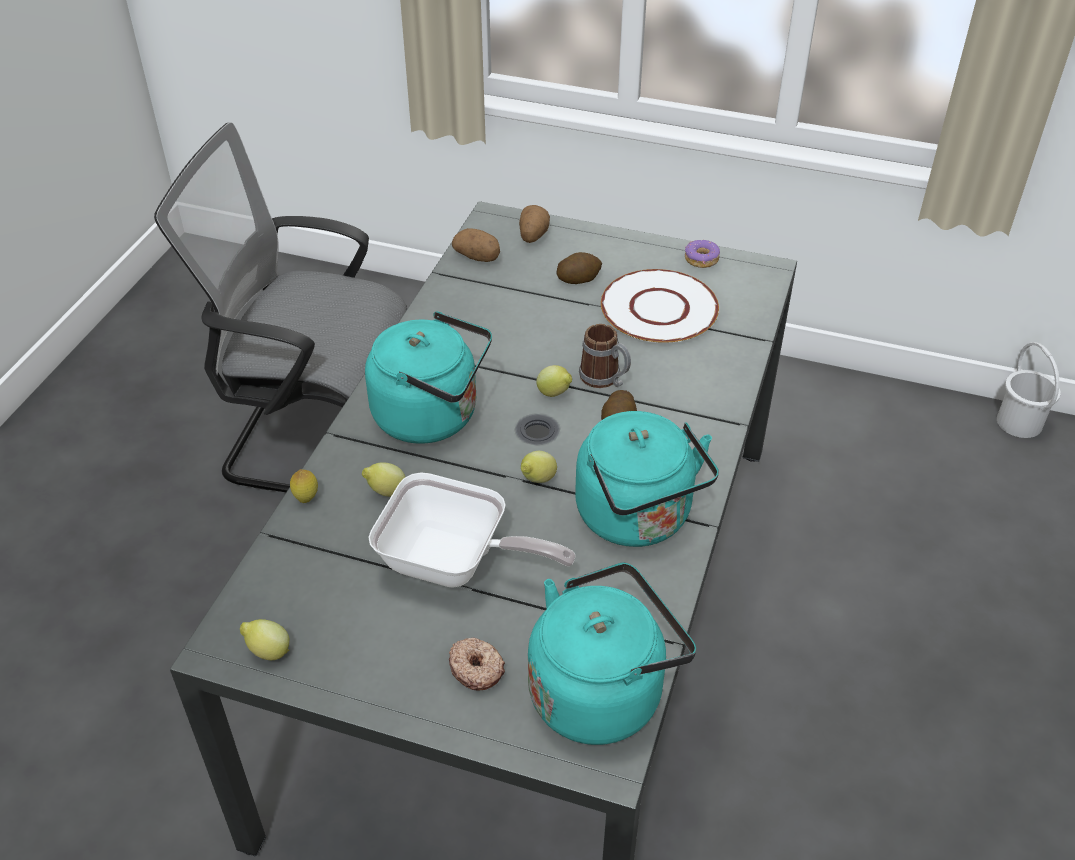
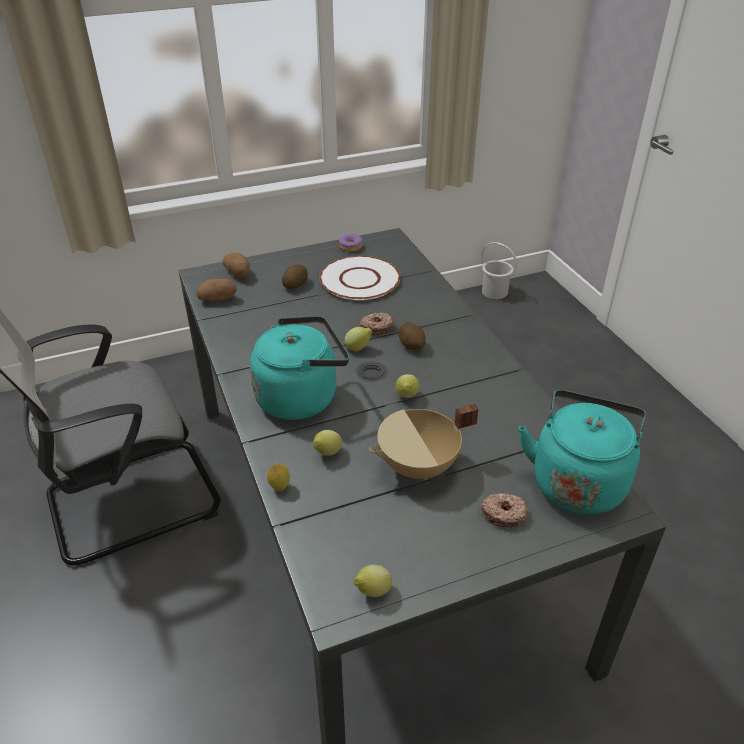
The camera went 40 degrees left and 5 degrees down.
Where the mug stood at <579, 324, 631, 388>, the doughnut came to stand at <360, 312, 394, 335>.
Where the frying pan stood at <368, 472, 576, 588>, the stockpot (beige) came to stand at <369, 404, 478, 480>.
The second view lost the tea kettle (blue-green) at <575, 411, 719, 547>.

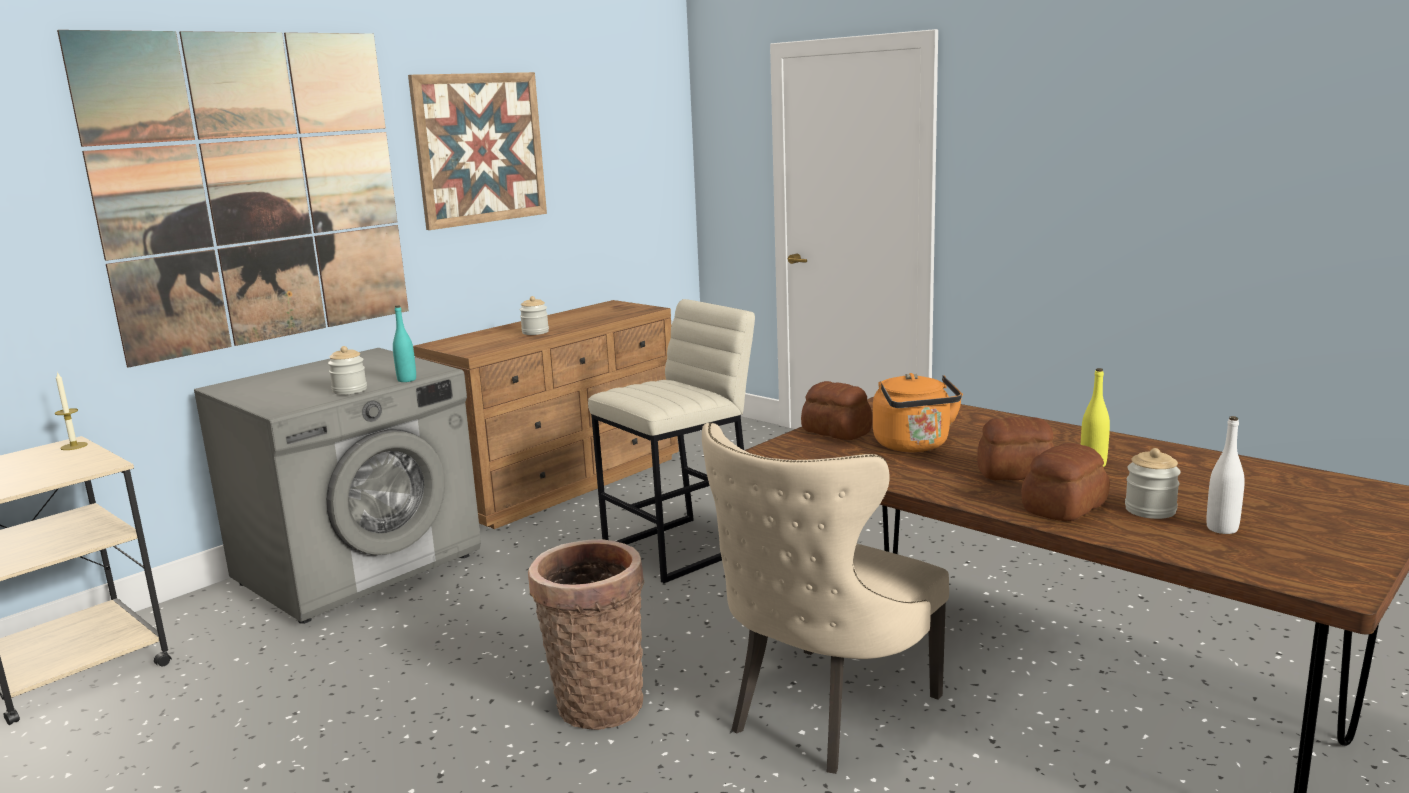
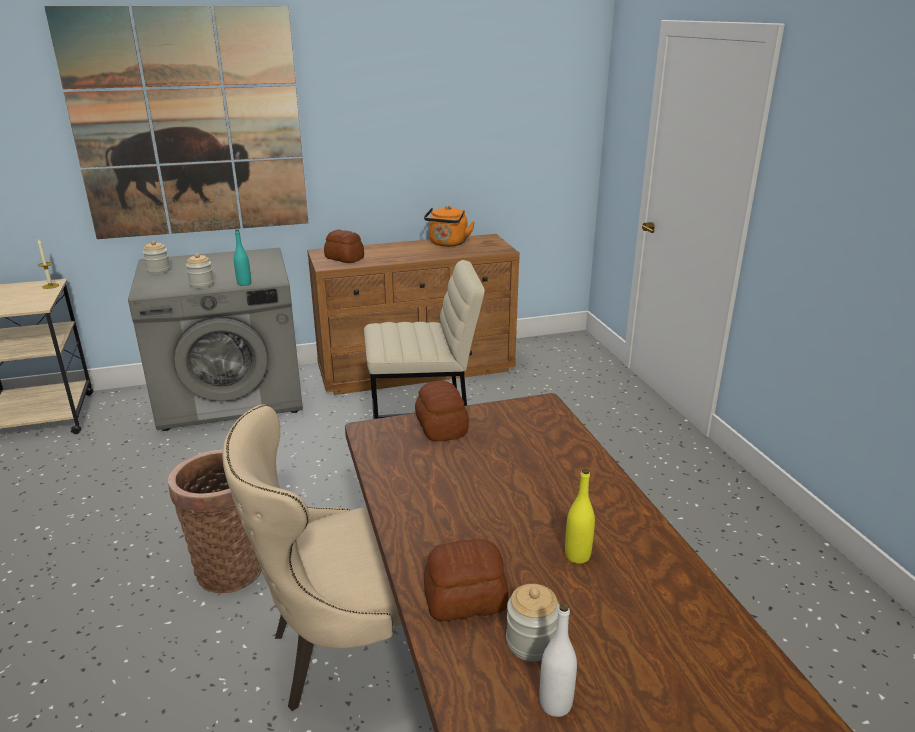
The camera went 30 degrees right and 10 degrees up.
The jar ended up elsewhere, having gone from <520, 296, 549, 335> to <143, 241, 170, 274>.
The baked bread ended up elsewhere, having gone from <977, 417, 1054, 480> to <324, 230, 364, 263>.
The tea kettle (orange) ended up elsewhere, having gone from <873, 373, 963, 452> to <424, 206, 475, 247>.
The second view lost the picture at <408, 72, 547, 230>.

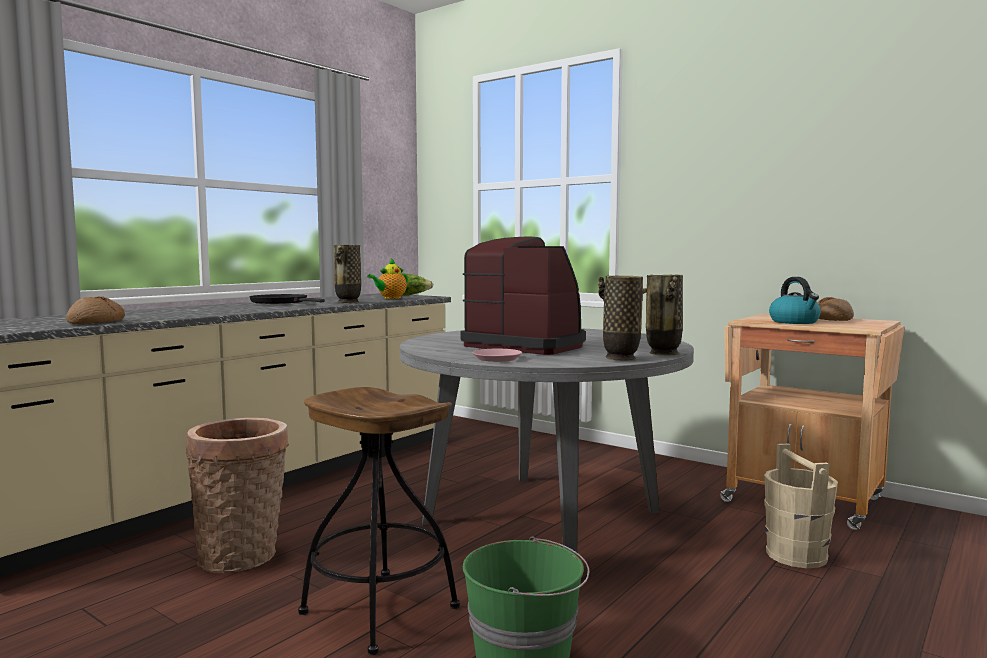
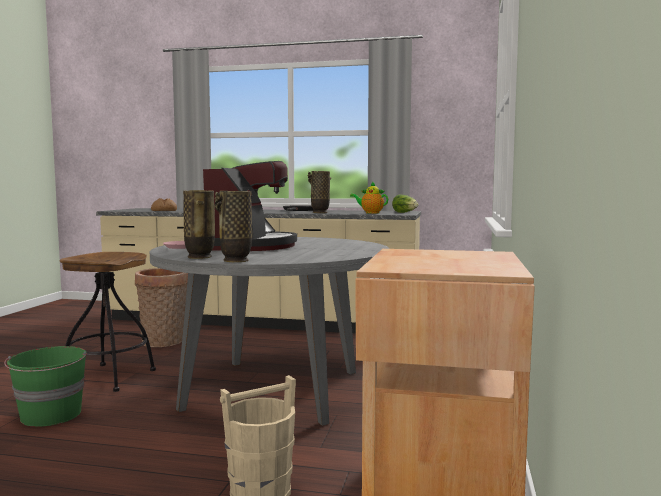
The camera went 65 degrees right and 0 degrees up.
The second view lost the tea kettle at <769, 277, 821, 324>.
The second view lost the baked bread at <817, 297, 854, 321>.

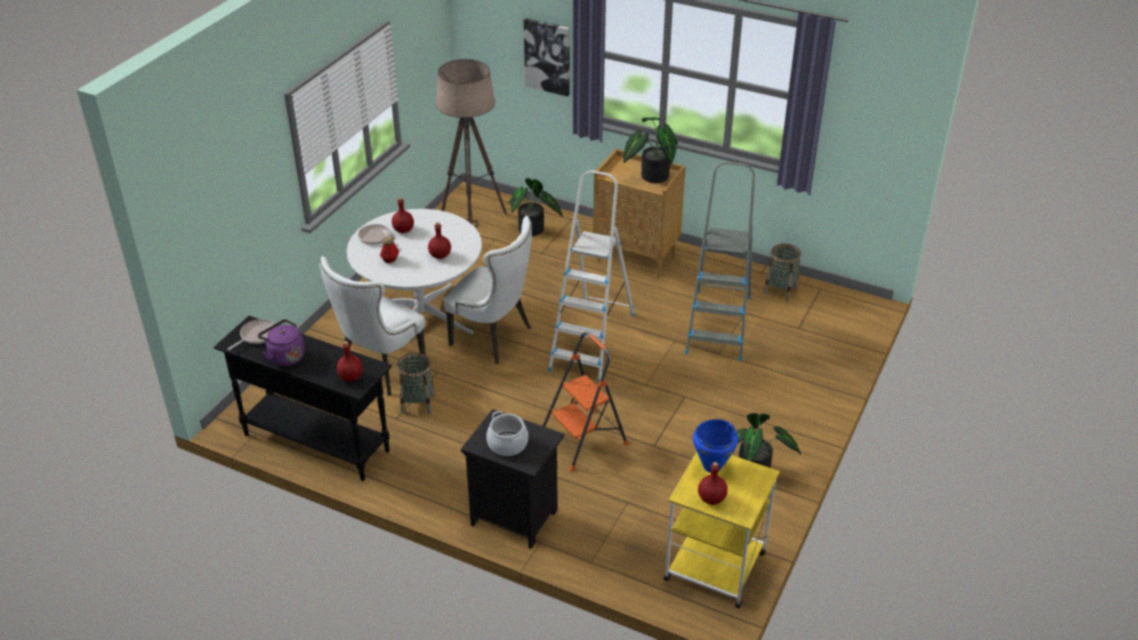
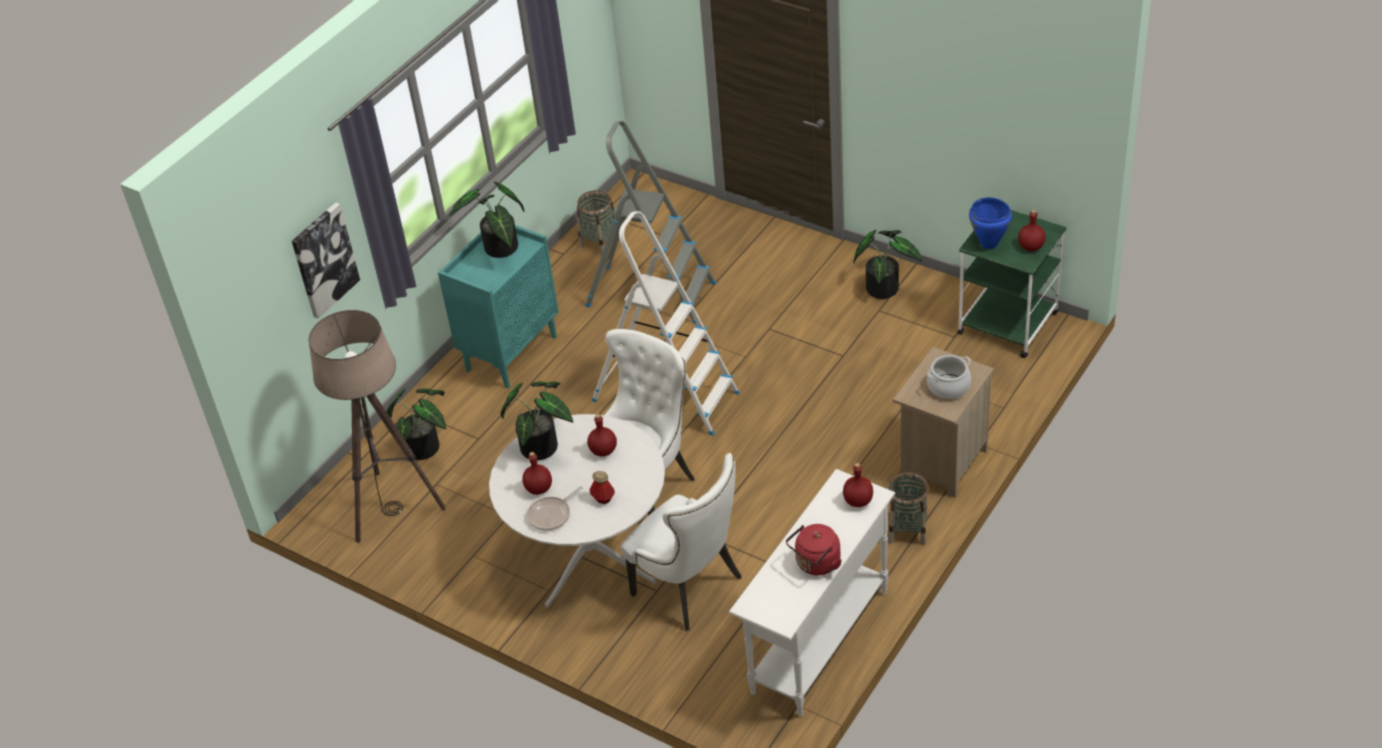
The camera went 80 degrees left and 5 degrees up.
What was the cupboard (brown) at <593, 148, 686, 279> turned into the cupboard (blue-green) at <438, 225, 559, 388>.
The second view gained the plant in a pot at <500, 381, 573, 460>.
What was the narrow table (black) at <214, 316, 392, 481> turned into the narrow table (white-coloured) at <729, 469, 895, 717>.
What was the tea kettle (purple-coloured) at <258, 319, 305, 366> turned into the tea kettle (red) at <786, 524, 842, 575>.
The household basket ended up elsewhere, having gone from <397, 353, 435, 414> to <888, 472, 929, 545>.
What was the bedside table (black) at <461, 409, 564, 549> turned into the bedside table (beige) at <893, 347, 994, 498>.
What was the wheeled cart (yellow-coloured) at <664, 452, 780, 608> turned into the wheeled cart (greenish) at <957, 210, 1067, 358>.
The second view lost the frying pan at <227, 319, 275, 350>.
The second view lost the step ladder (orange) at <543, 332, 630, 472>.

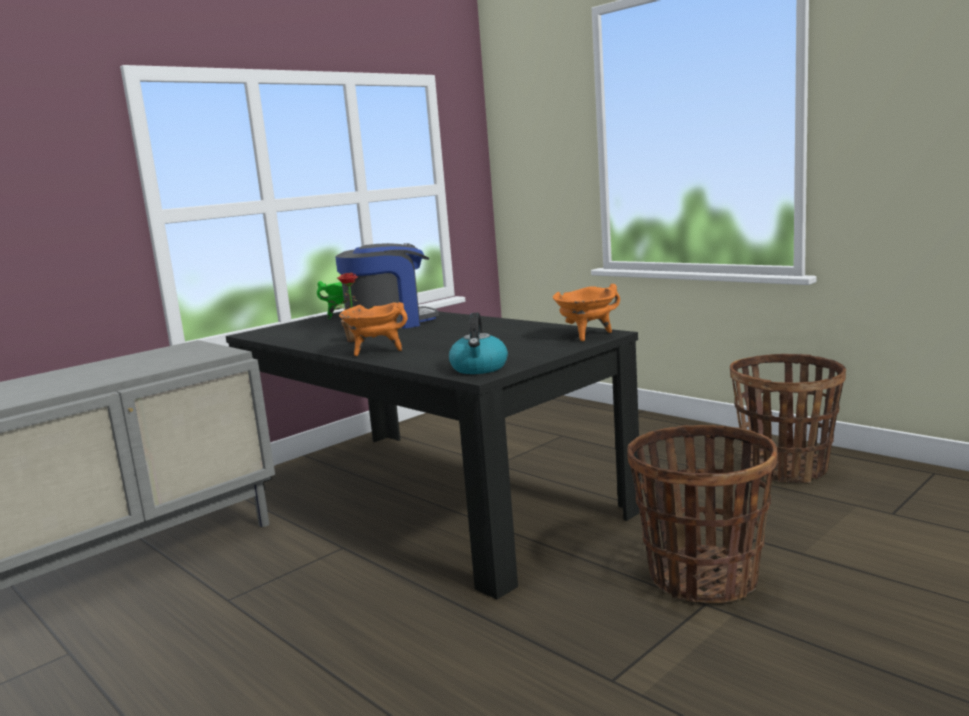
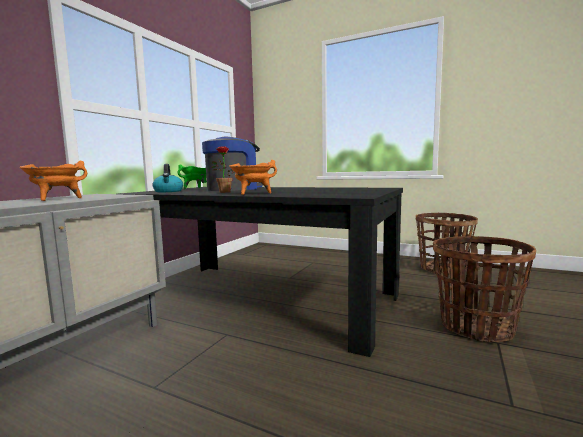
The camera went 20 degrees left and 5 degrees down.
The stockpot (orange) ended up elsewhere, having gone from <553, 284, 620, 341> to <20, 161, 87, 201>.
The tea kettle ended up elsewhere, having gone from <449, 313, 508, 374> to <152, 164, 183, 192>.

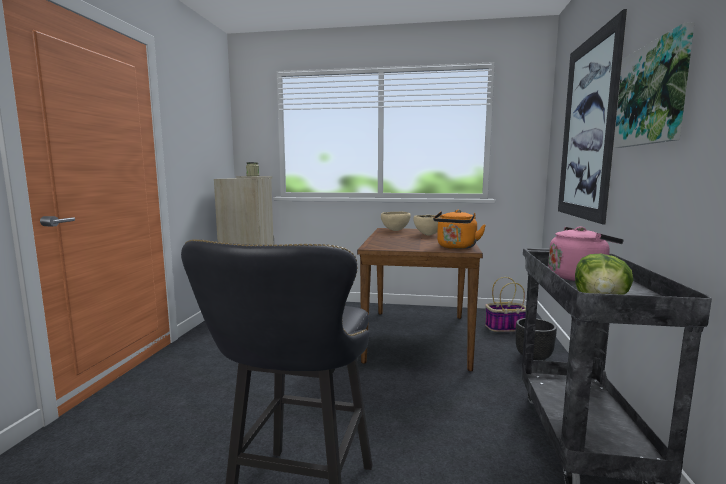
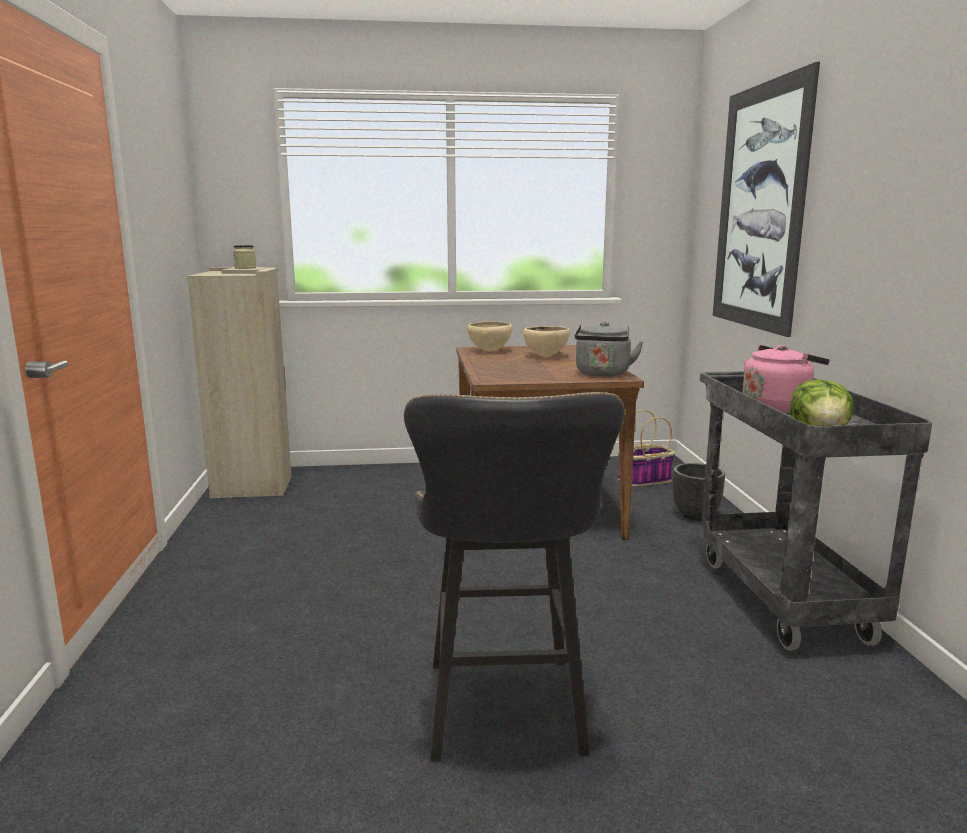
The camera went 15 degrees left and 5 degrees up.
What was the tea kettle (orange) at <433, 210, 486, 249> turned into the tea kettle (greyish) at <575, 321, 643, 377>.
The second view lost the picture at <614, 22, 695, 148>.

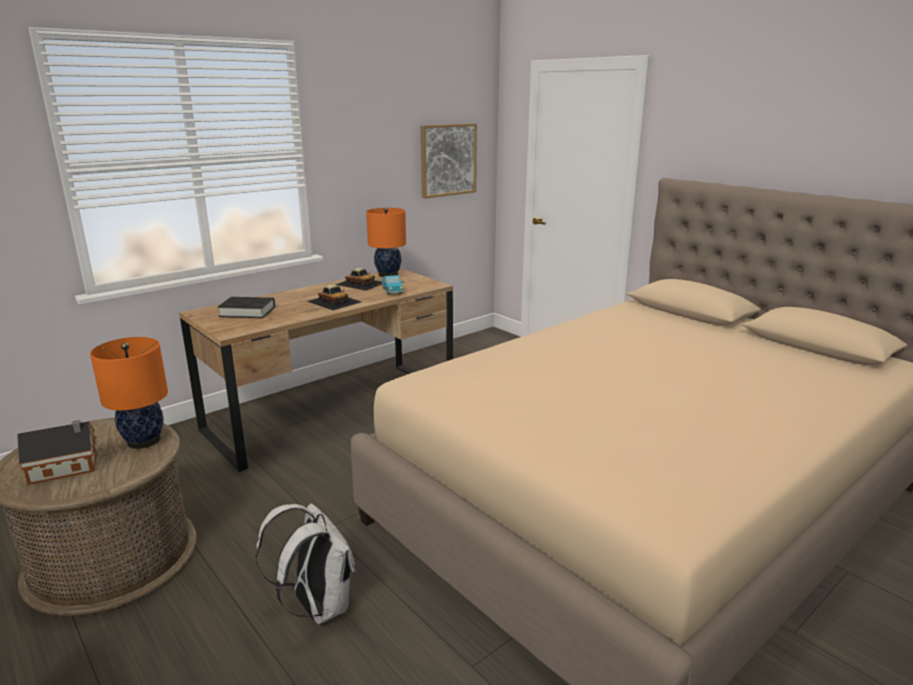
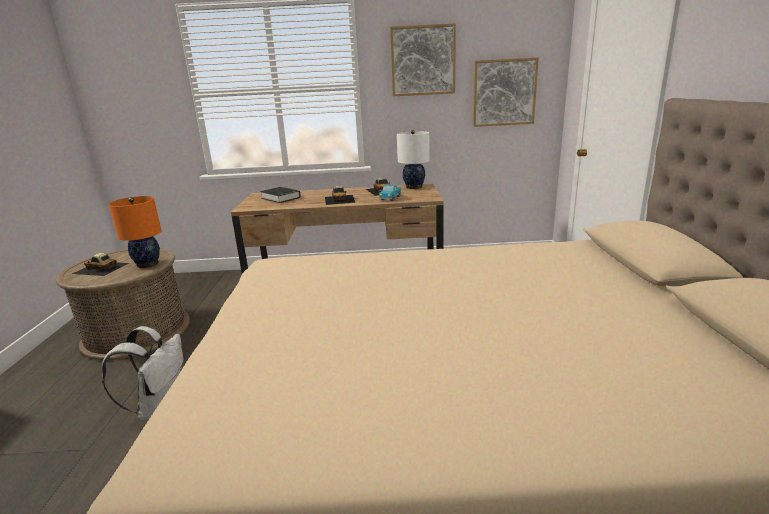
The camera went 40 degrees right and 0 degrees up.
Where the model house stood at <17, 420, 96, 485>, the model car came to stand at <72, 253, 129, 276>.
The second view gained the picture at <390, 23, 456, 96>.
What was the table lamp (orange) at <366, 208, 406, 277> turned into the table lamp (white-coloured) at <397, 130, 430, 189>.

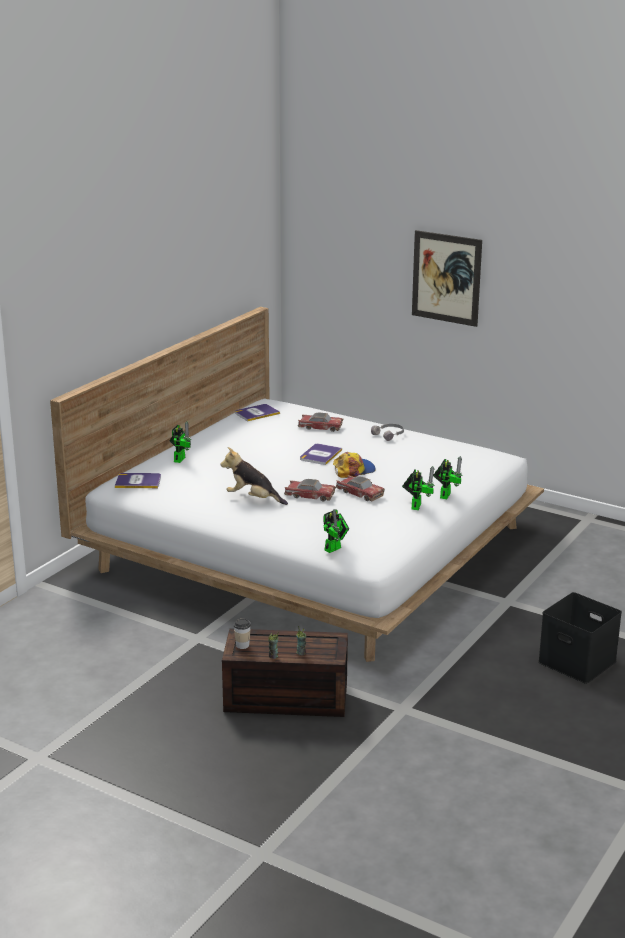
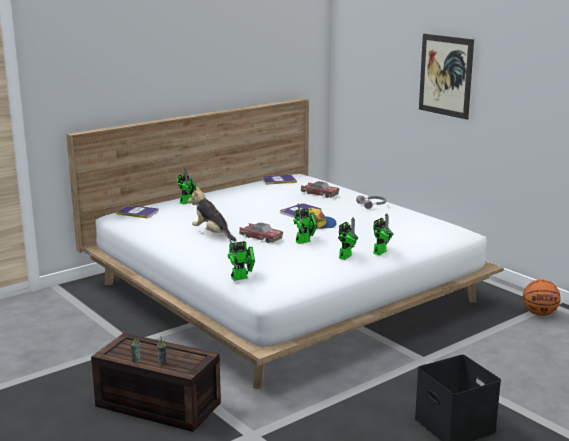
The camera went 20 degrees right and 5 degrees down.
Where the model car stood at <336, 475, 385, 501>, the robot figure came to stand at <294, 203, 317, 244>.
The second view gained the basketball ball at <523, 279, 561, 316>.
The second view lost the small cup at <234, 619, 251, 649>.

